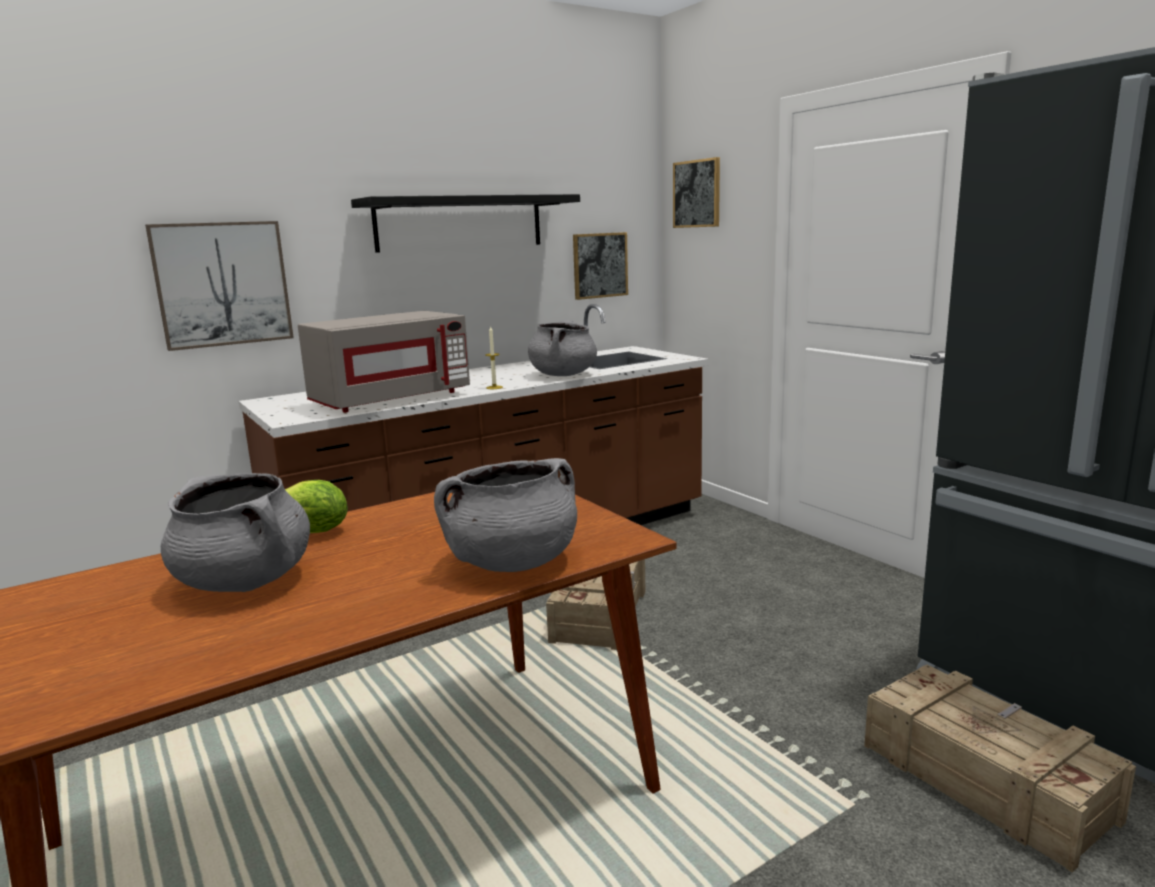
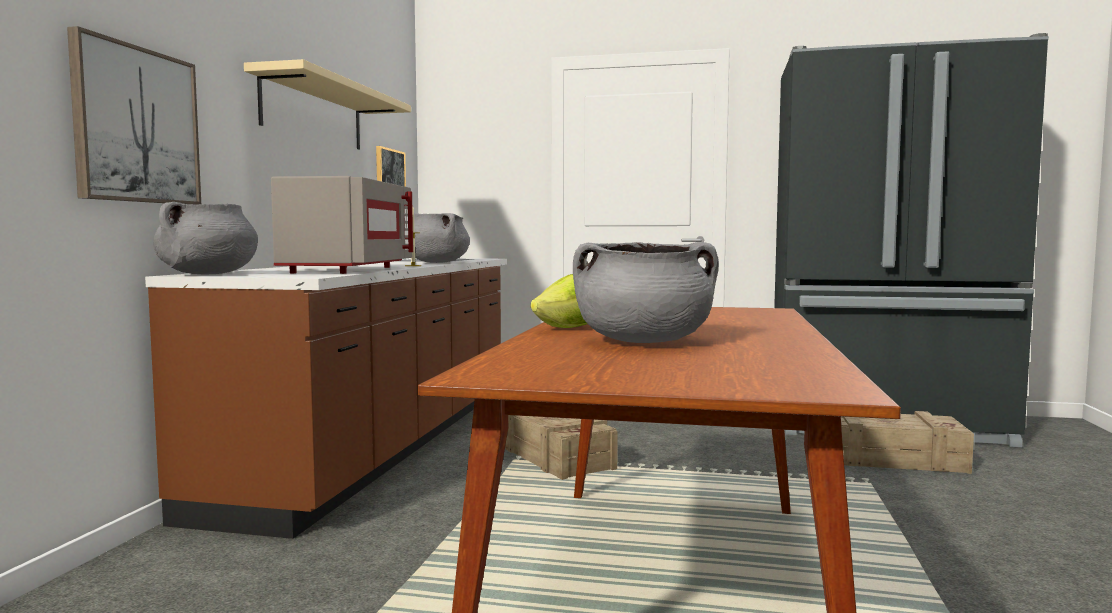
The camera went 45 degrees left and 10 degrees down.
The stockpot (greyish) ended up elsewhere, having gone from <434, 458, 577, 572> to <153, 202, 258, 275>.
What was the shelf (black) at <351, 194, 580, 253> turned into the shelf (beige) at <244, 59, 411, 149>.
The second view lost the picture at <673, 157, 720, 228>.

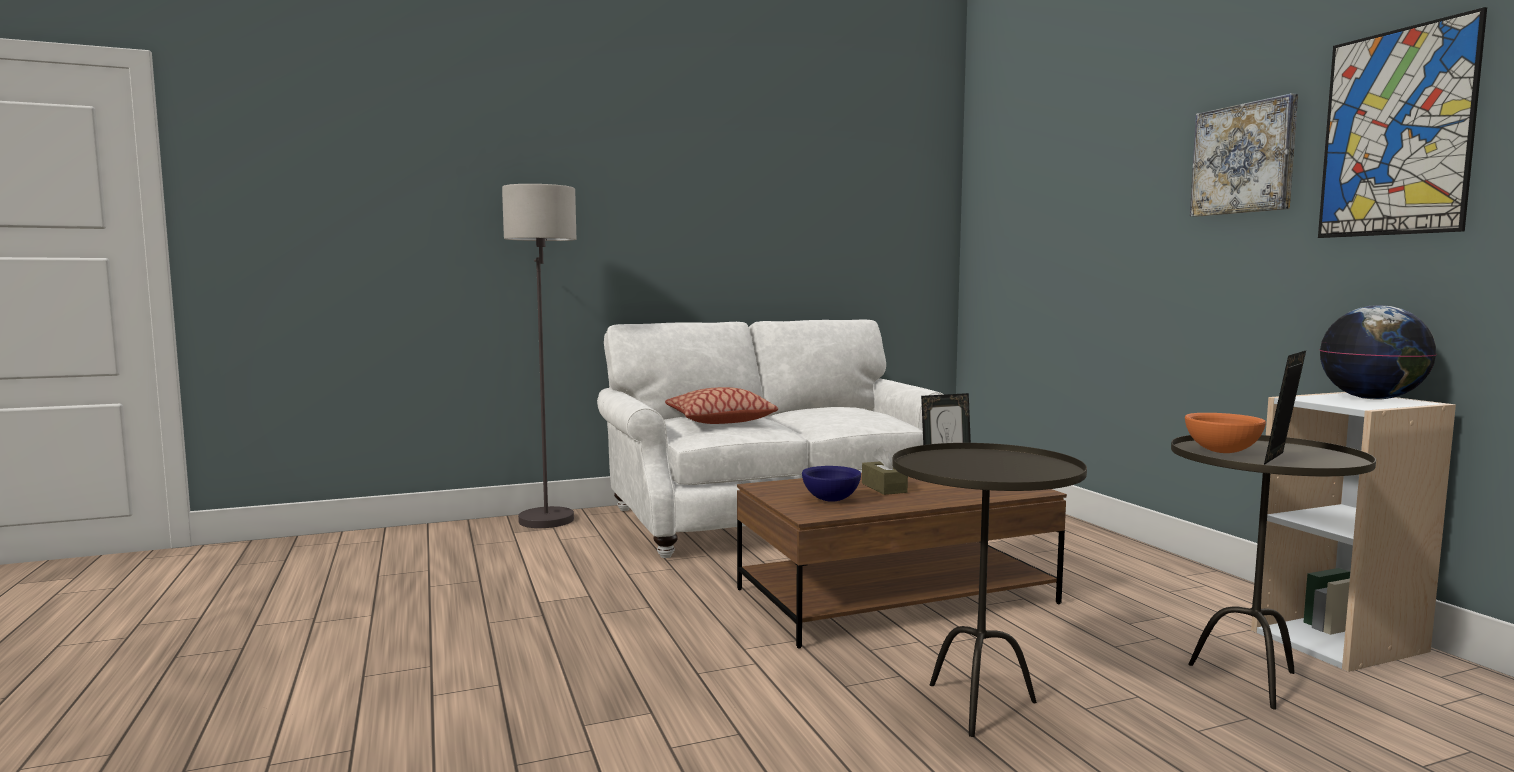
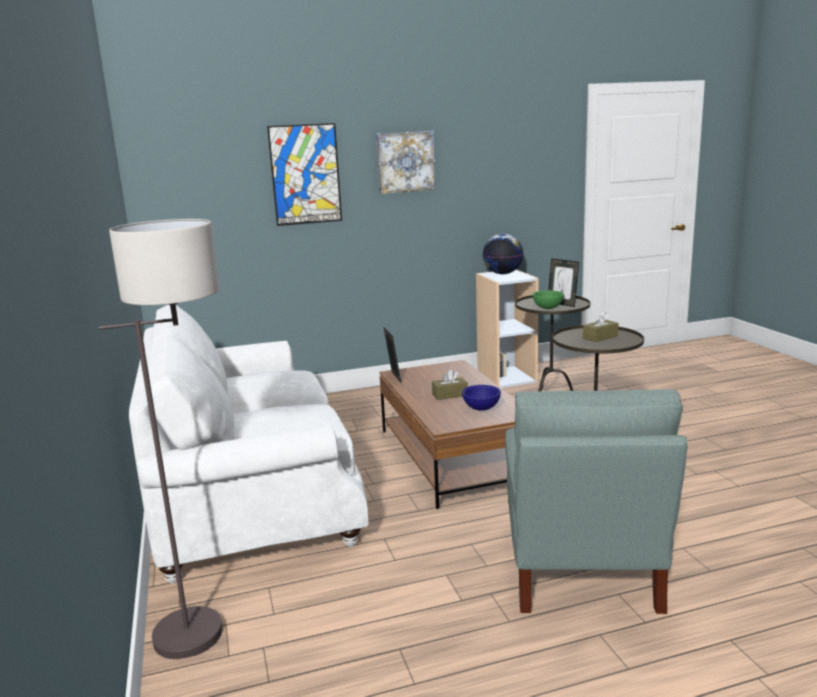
The camera went 85 degrees left and 10 degrees up.
The picture ended up elsewhere, having gone from <1318, 7, 1487, 238> to <267, 123, 342, 226>.
The second view gained the easy chair (greyish) at <505, 390, 687, 614>.
What was the deep dish (orange) at <1185, 413, 1266, 453> turned into the deep dish (greenish) at <532, 290, 564, 309>.
The second view gained the box of tissues (brown) at <583, 311, 619, 342>.
The second view lost the pillow at <665, 387, 778, 424>.

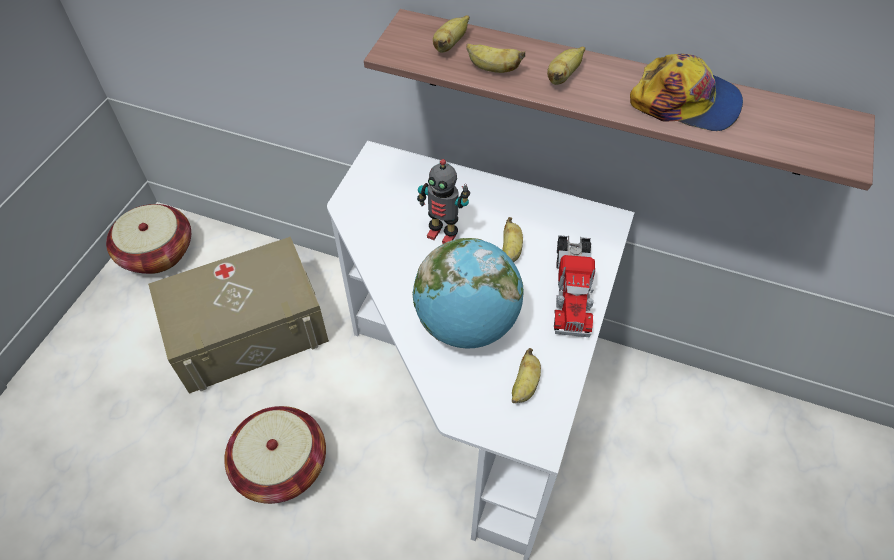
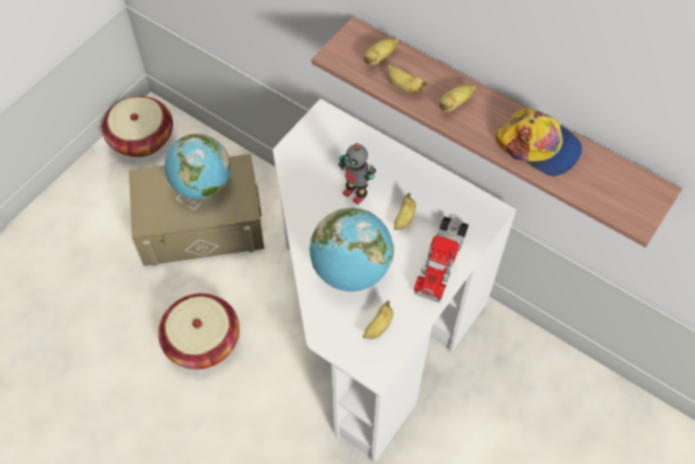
The camera went 15 degrees right and 5 degrees up.
The second view gained the desk globe at <164, 133, 231, 199>.

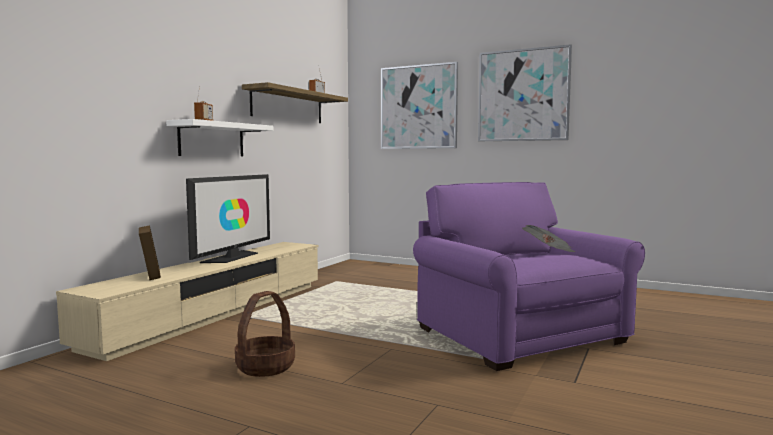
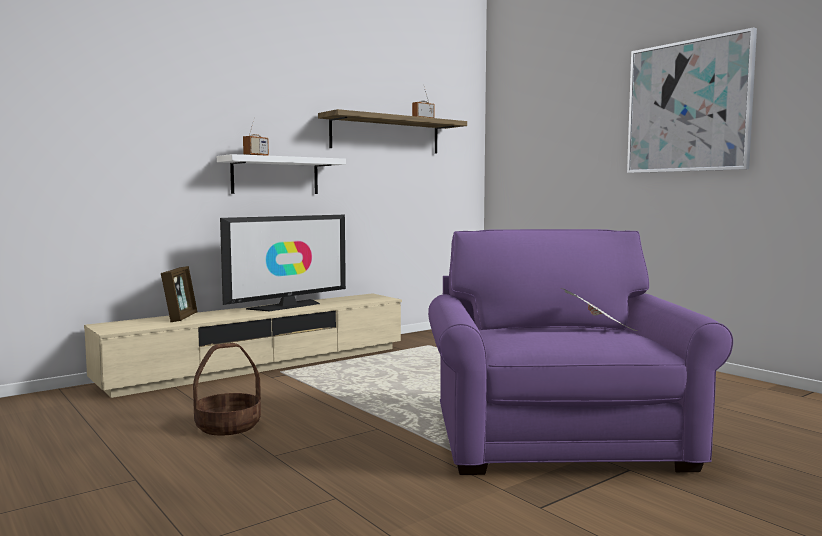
The camera went 25 degrees right and 0 degrees up.
The second view lost the picture at <381, 62, 458, 149>.

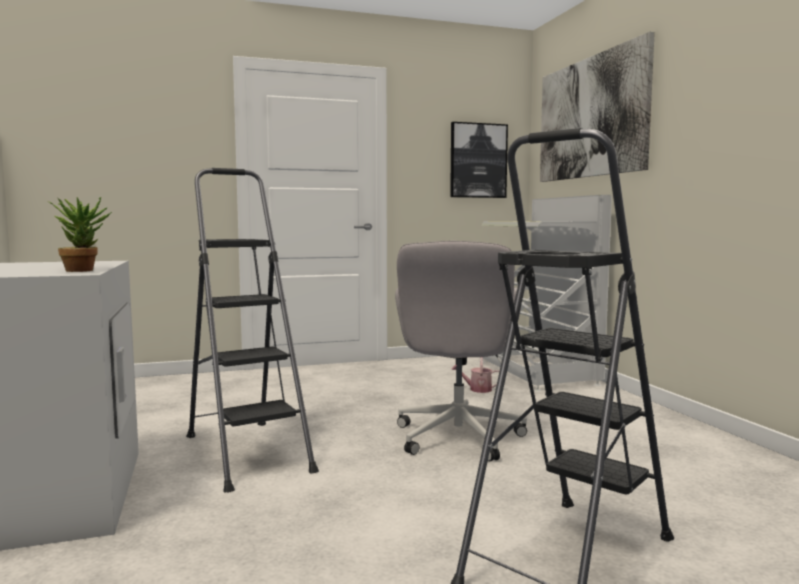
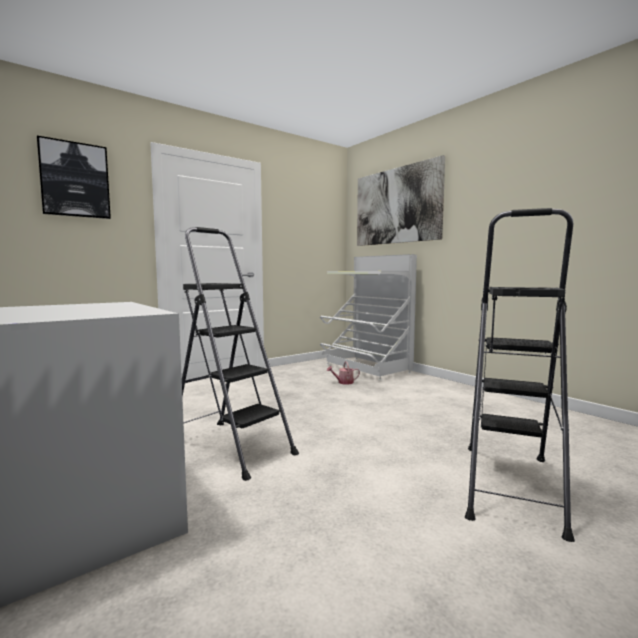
The camera went 20 degrees left and 0 degrees up.
The picture ended up elsewhere, having gone from <450, 122, 508, 198> to <37, 136, 111, 219>.
The second view lost the plant in a pot at <47, 197, 112, 272>.
The second view lost the desk chair (greyish) at <395, 241, 527, 461>.

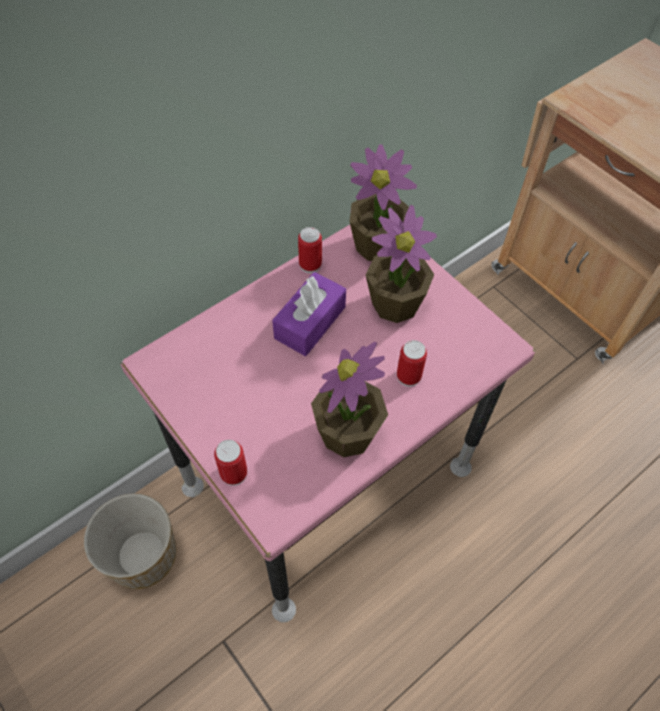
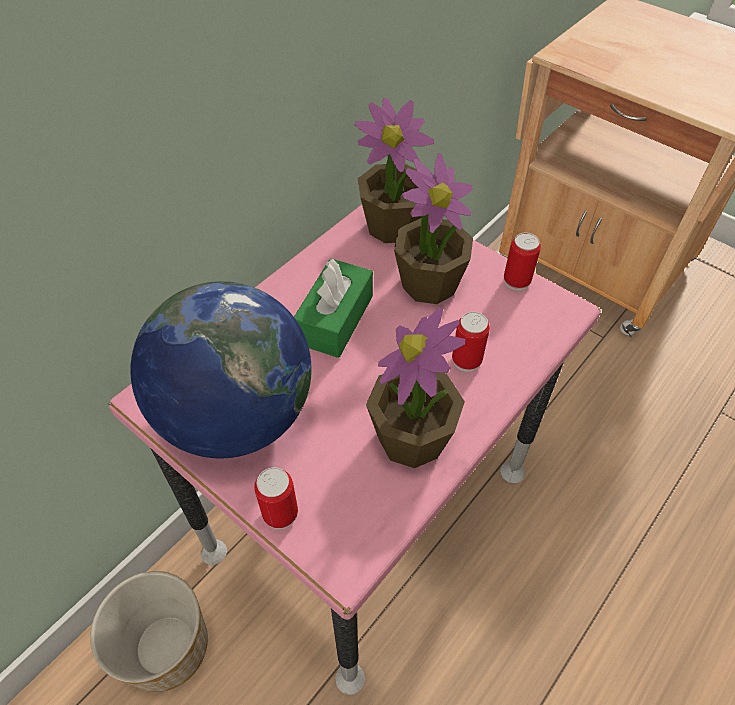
The camera went 10 degrees left and 5 degrees down.
The second view gained the desk globe at <130, 281, 312, 458>.
What was the box of tissues (purple-coloured) at <272, 272, 346, 356> turned into the box of tissues (greenish) at <294, 259, 373, 358>.
The metal can ended up elsewhere, having gone from <298, 227, 322, 273> to <504, 233, 541, 291>.

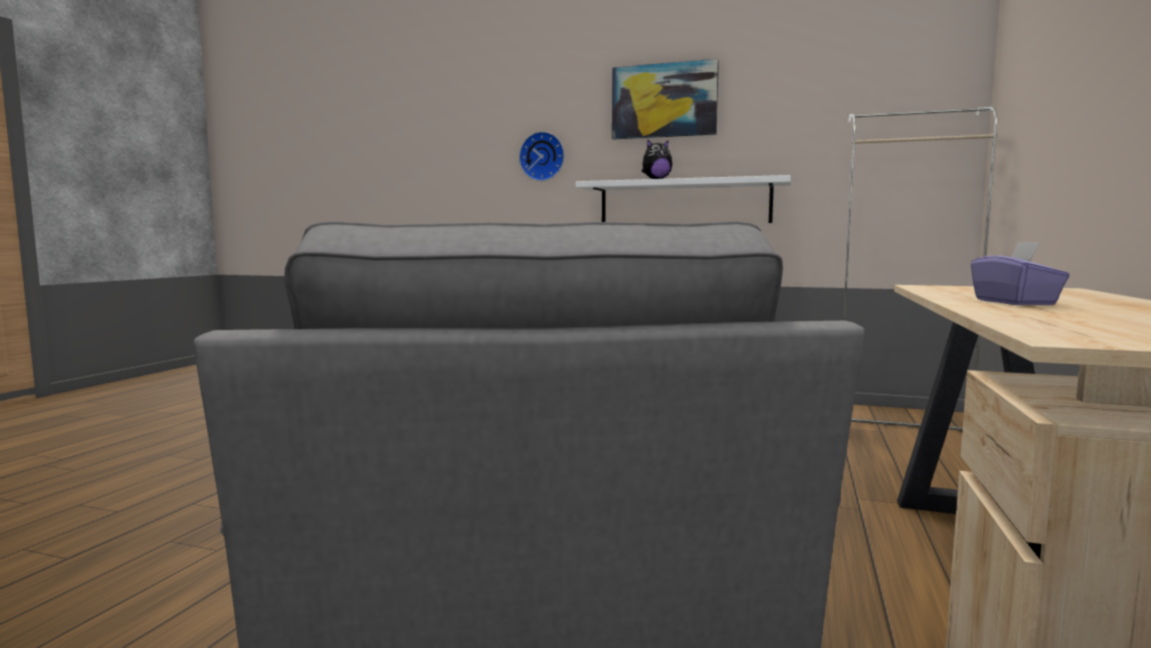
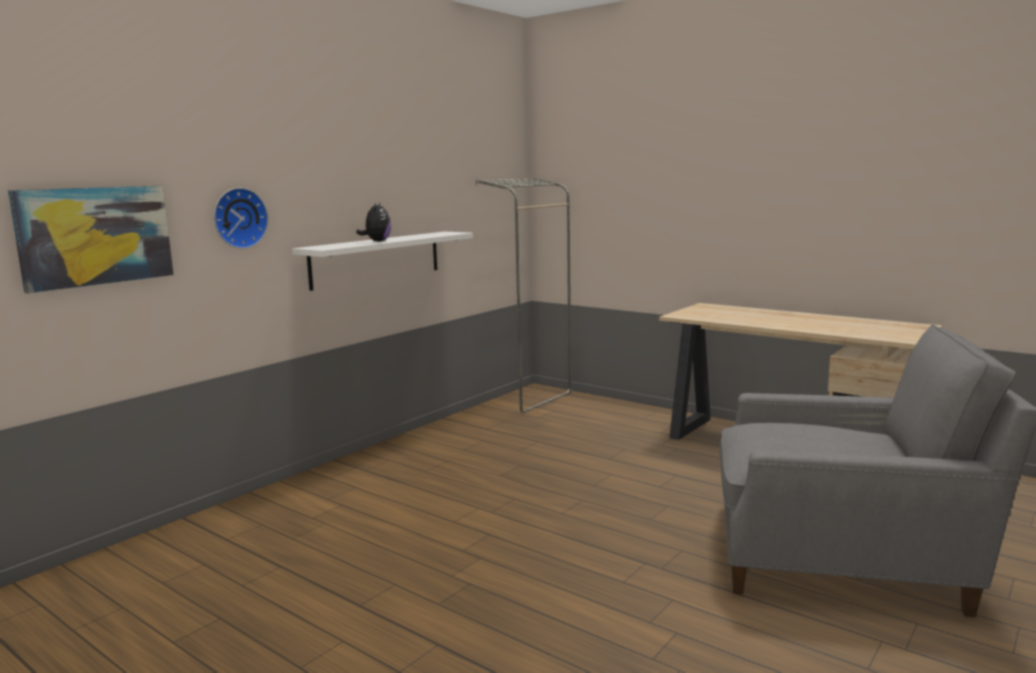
The camera went 70 degrees left and 5 degrees up.
The picture ended up elsewhere, having gone from <612, 59, 719, 140> to <8, 186, 174, 293>.
The second view lost the box of tissues (purple-coloured) at <971, 242, 1070, 305>.

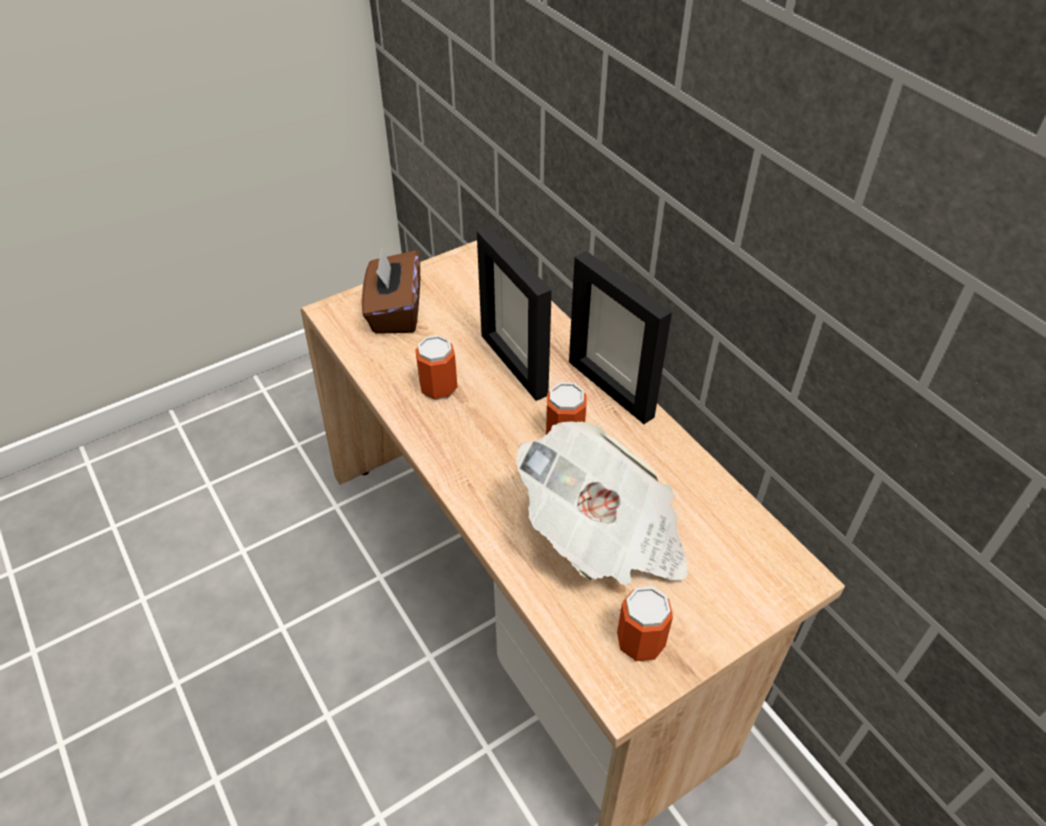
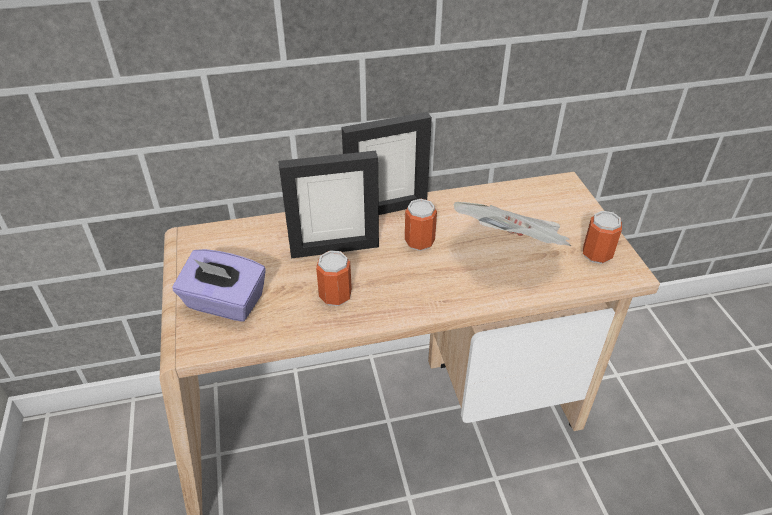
The camera went 70 degrees left and 5 degrees down.
What was the box of tissues (brown) at <362, 249, 420, 334> turned into the box of tissues (purple-coloured) at <172, 249, 266, 322>.

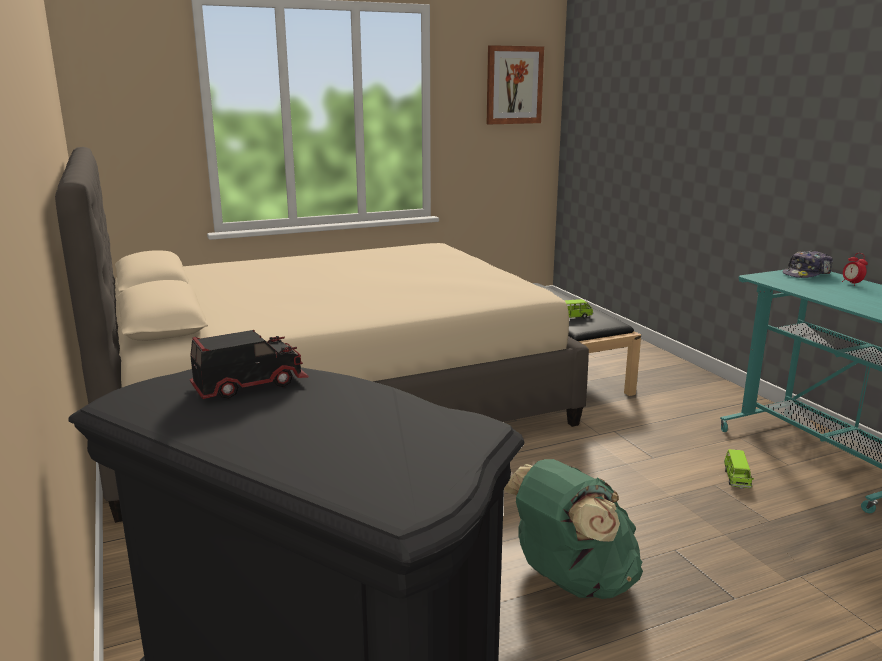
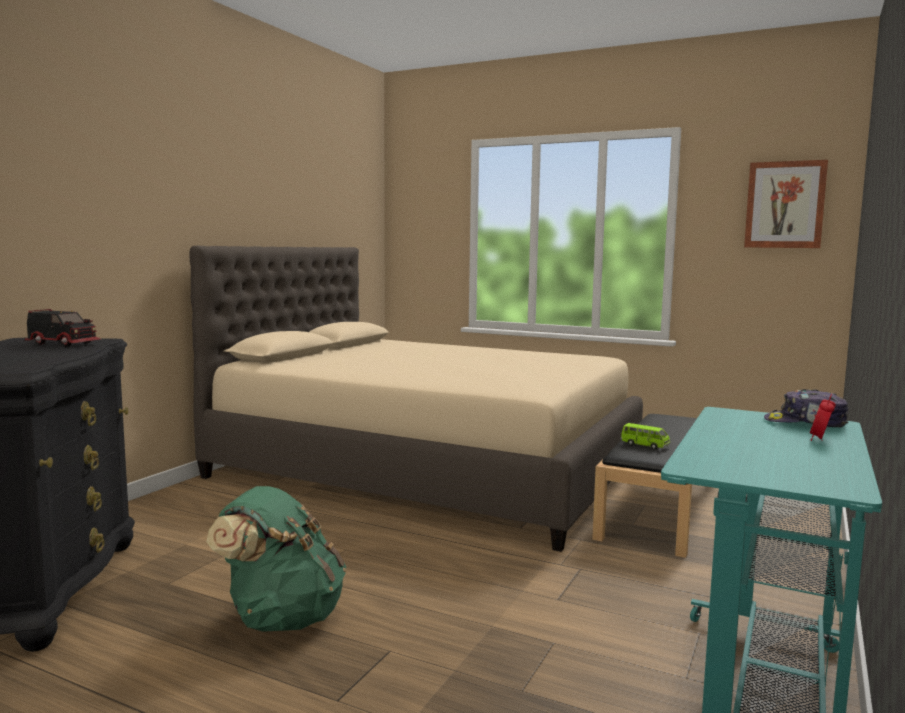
The camera went 50 degrees right and 10 degrees down.
The second view lost the model car (greenish) at <724, 449, 754, 489>.

